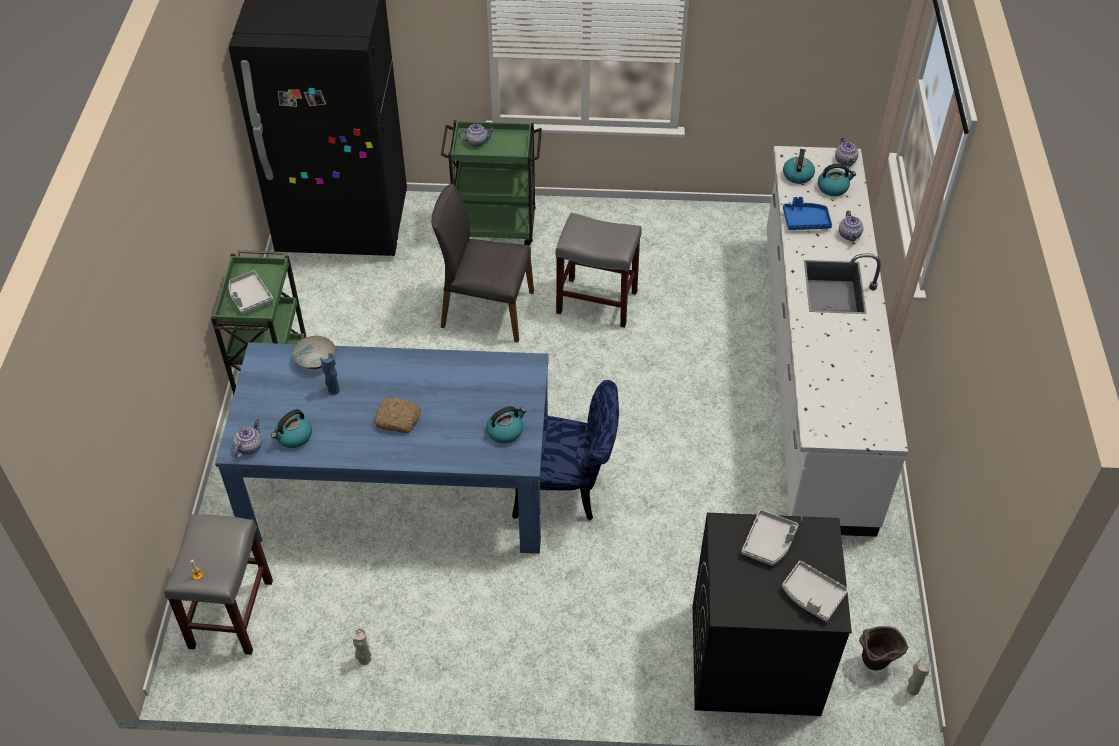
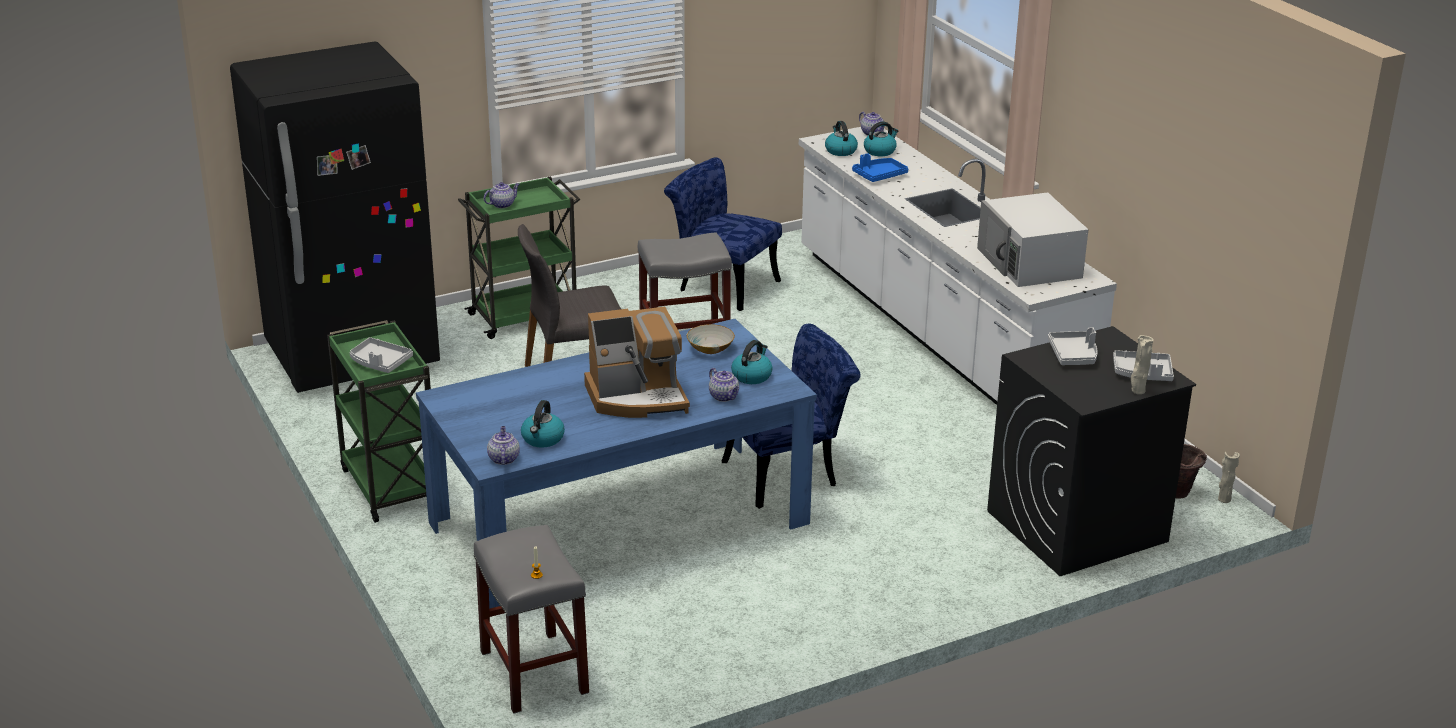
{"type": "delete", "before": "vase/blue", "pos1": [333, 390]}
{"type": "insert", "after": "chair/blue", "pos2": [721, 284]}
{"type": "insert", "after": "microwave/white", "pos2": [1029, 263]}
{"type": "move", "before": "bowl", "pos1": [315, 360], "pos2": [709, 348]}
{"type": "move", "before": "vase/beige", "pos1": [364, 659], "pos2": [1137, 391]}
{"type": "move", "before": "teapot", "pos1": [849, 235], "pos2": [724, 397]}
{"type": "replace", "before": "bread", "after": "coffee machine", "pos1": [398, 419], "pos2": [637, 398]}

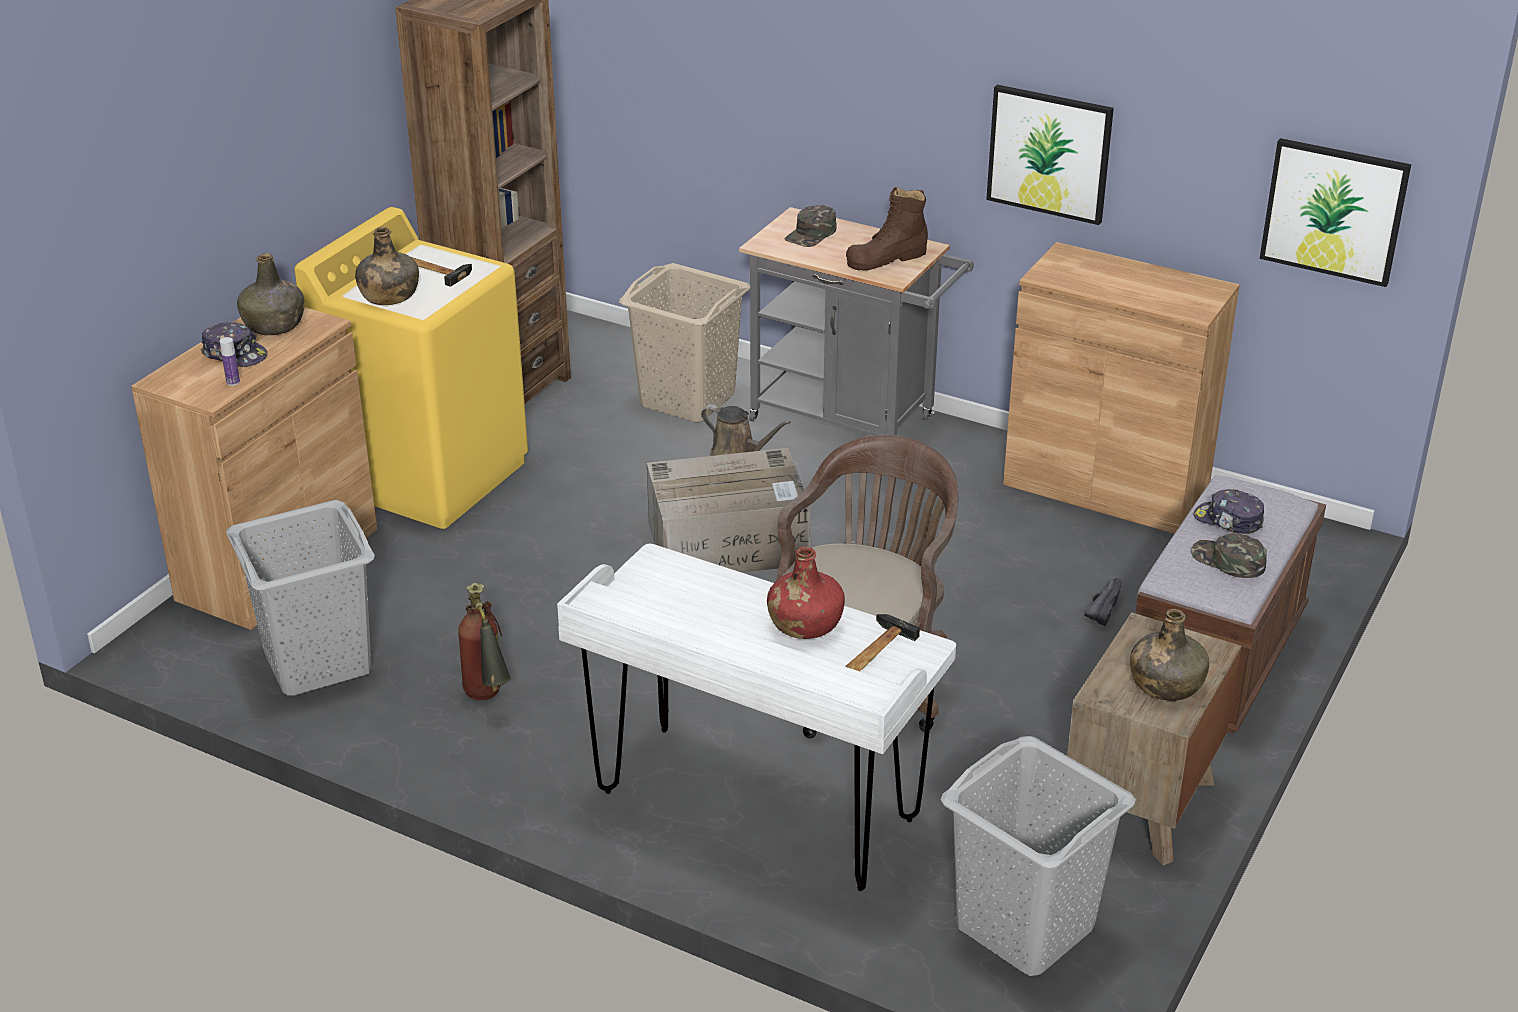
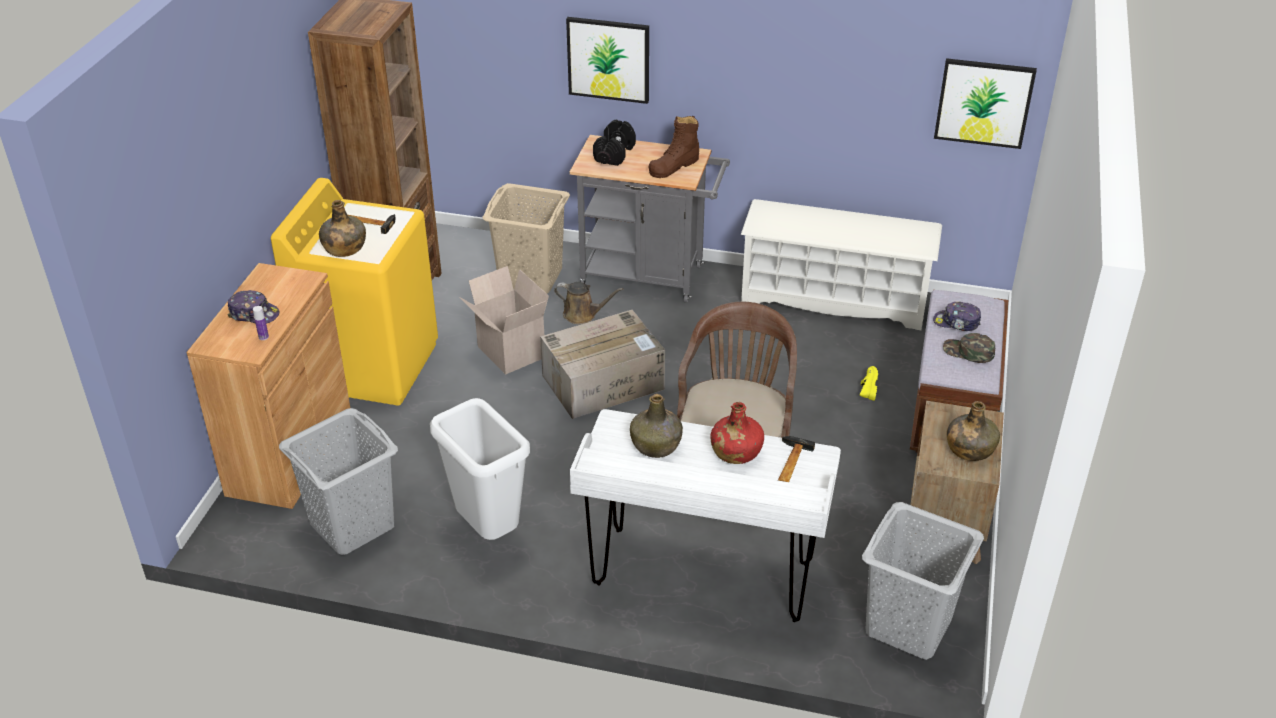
{"type": "insert", "after": "cardboard box", "pos2": [509, 352]}
{"type": "move", "before": "bottle/green", "pos1": [274, 325], "pos2": [656, 445]}
{"type": "move", "before": "picture", "pos1": [1049, 153], "pos2": [608, 59]}
{"type": "replace", "before": "fire extinguisher", "after": "trash can/white", "pos1": [488, 700], "pos2": [487, 531]}
{"type": "replace", "before": "cap/green", "after": "dumbbell/black", "pos1": [811, 234], "pos2": [614, 154]}
{"type": "replace", "before": "cabinet/brown", "after": "shoe rack/white", "pos1": [1106, 487], "pos2": [834, 299]}
{"type": "recolor", "before": "shoe/black", "after": "shoe/yellow", "pos1": [1101, 609], "pos2": [866, 388]}

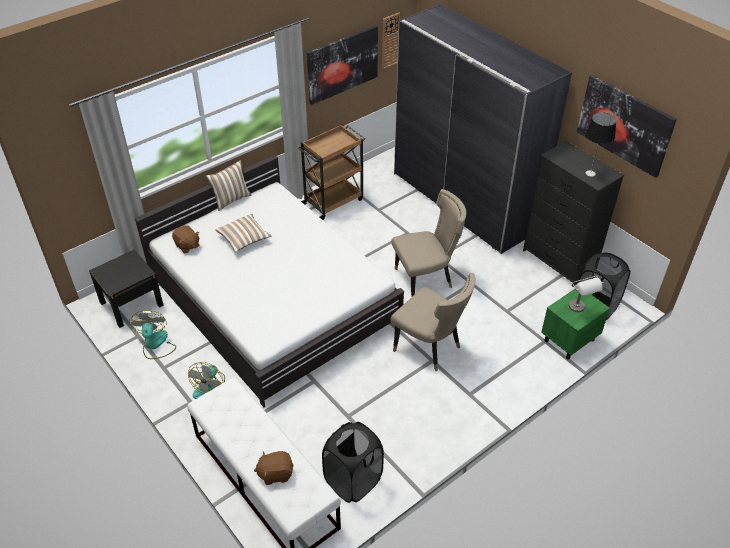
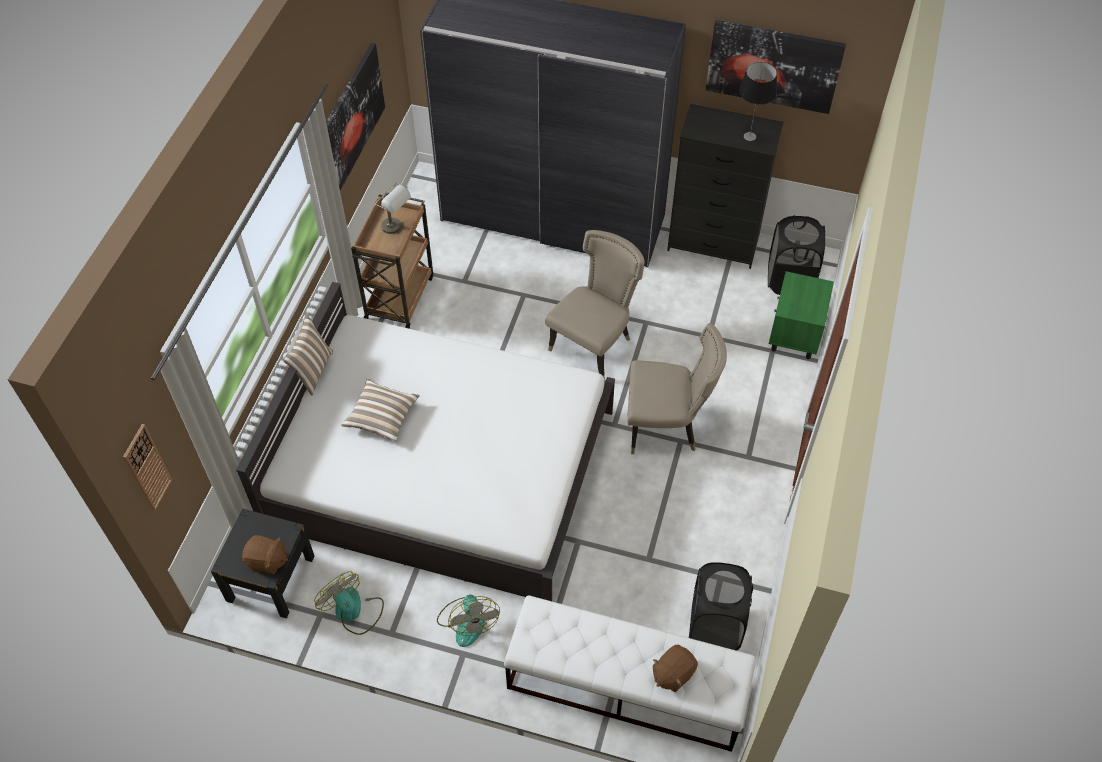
{"type": "move", "before": "plush toy/brown", "pos1": [187, 246], "pos2": [267, 561]}
{"type": "move", "before": "wall clock", "pos1": [390, 41], "pos2": [147, 468]}
{"type": "move", "before": "table lamp/grey", "pos1": [580, 310], "pos2": [397, 229]}

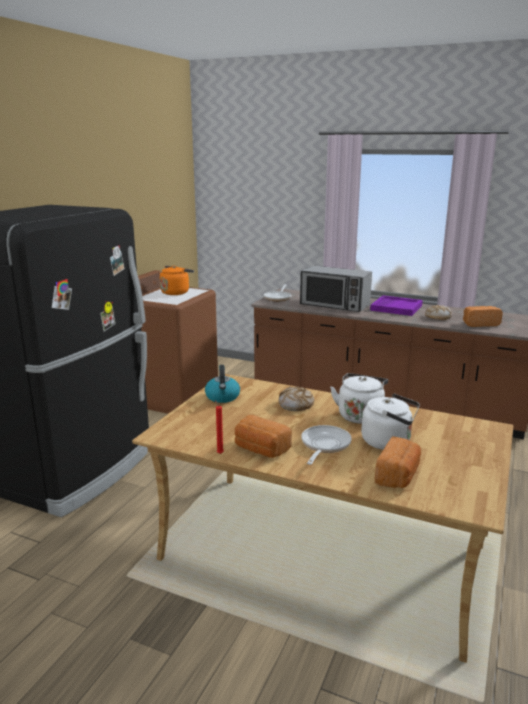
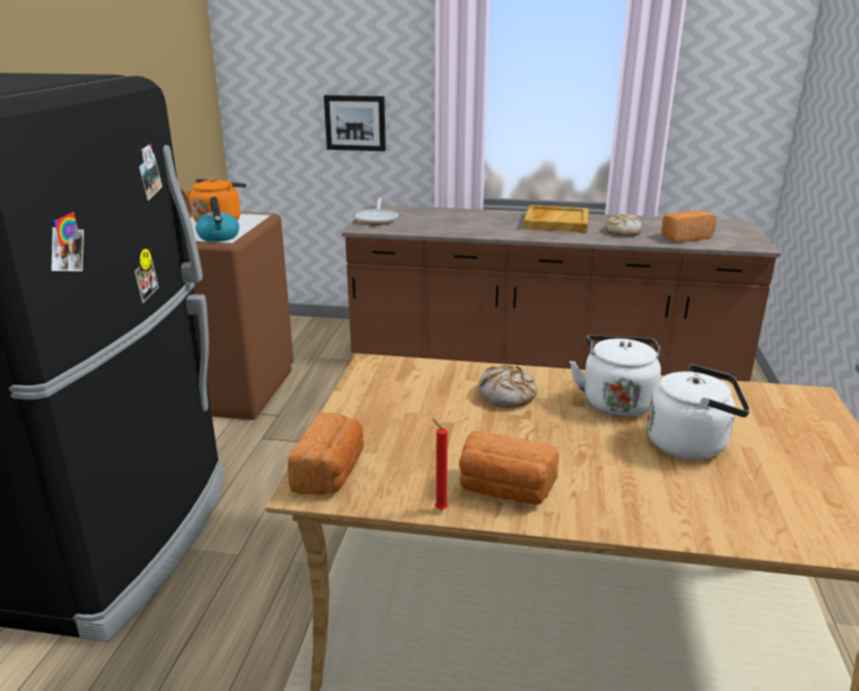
{"type": "delete", "before": "microwave", "pos1": [334, 305]}
{"type": "delete", "before": "frying pan", "pos1": [324, 445]}
{"type": "insert", "after": "picture", "pos2": [355, 123]}
{"type": "move", "before": "kettle", "pos1": [223, 397], "pos2": [219, 237]}
{"type": "move", "before": "bread", "pos1": [398, 476], "pos2": [331, 473]}
{"type": "recolor", "before": "tray/purple", "after": "tray/beige", "pos1": [396, 307], "pos2": [556, 222]}

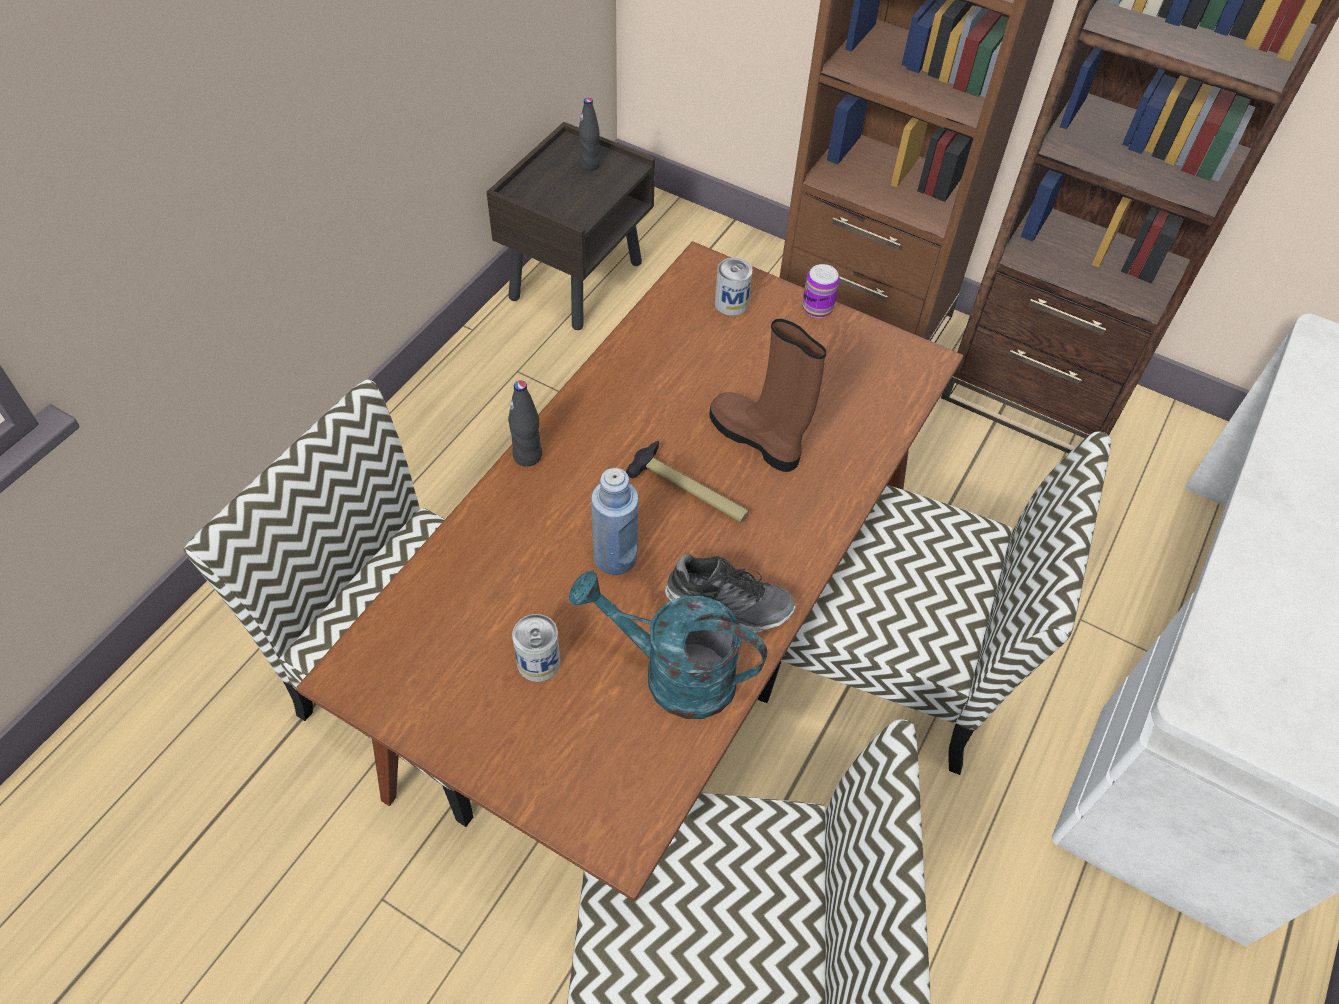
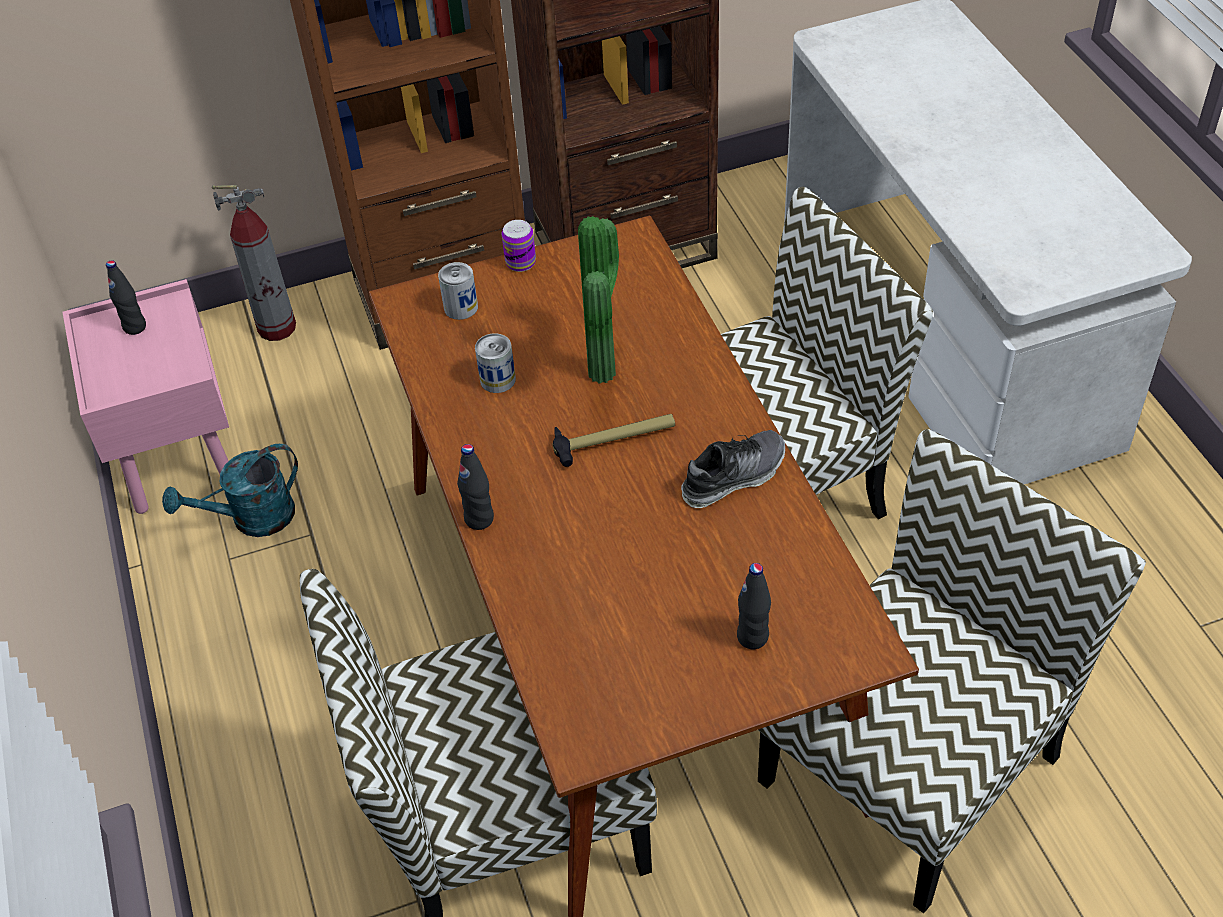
{"type": "delete", "before": "bottle/blue", "pos1": [615, 557]}
{"type": "insert", "after": "fire extinguisher", "pos2": [277, 327]}
{"type": "insert", "after": "bottle/black", "pos2": [752, 637]}
{"type": "move", "before": "can", "pos1": [538, 662], "pos2": [498, 380]}
{"type": "move", "before": "watering can/turquoise", "pos1": [673, 674], "pos2": [252, 519]}
{"type": "replace", "before": "boot/brown", "after": "potted plant", "pos1": [757, 439], "pos2": [607, 373]}
{"type": "recolor", "before": "nightstand/brown", "after": "nightstand/pink", "pos1": [576, 279], "pos2": [175, 451]}

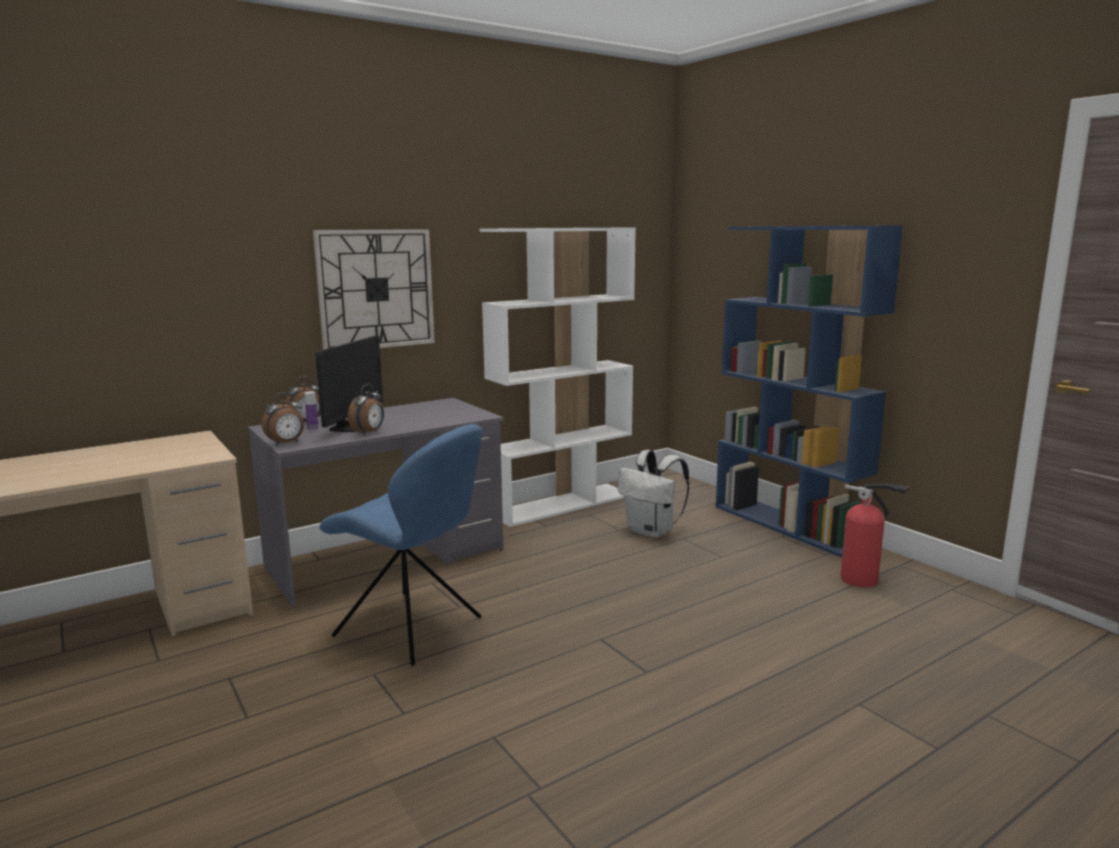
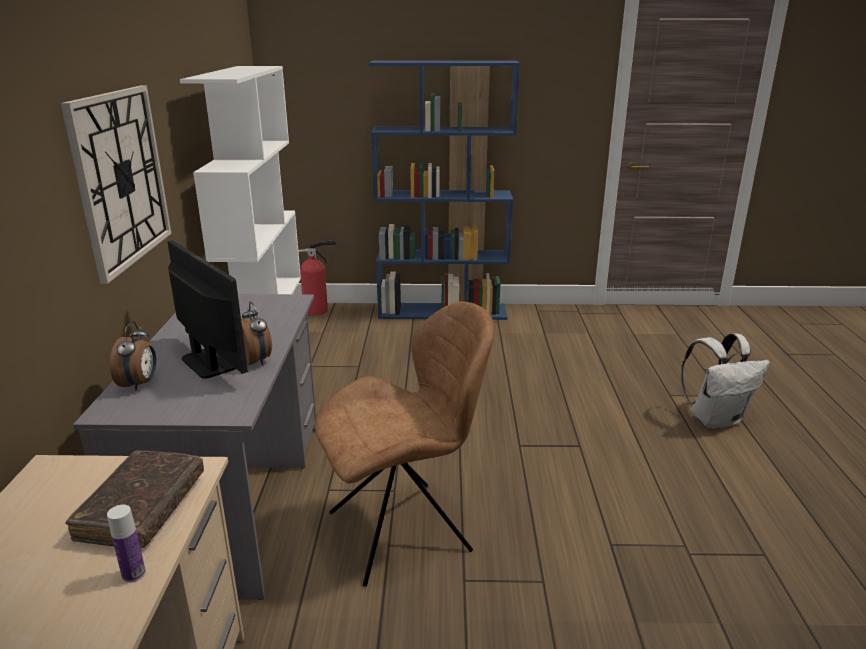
{"type": "delete", "before": "alarm clock", "pos1": [286, 443]}
{"type": "insert", "after": "book/brown", "pos2": [142, 508]}
{"type": "move", "before": "bottle", "pos1": [313, 429], "pos2": [134, 574]}
{"type": "move", "before": "backpack/white", "pos1": [652, 531], "pos2": [715, 419]}
{"type": "move", "before": "fire extinguisher", "pos1": [863, 580], "pos2": [318, 310]}
{"type": "recolor", "before": "chair/blue", "after": "chair/brown", "pos1": [412, 628], "pos2": [404, 530]}

